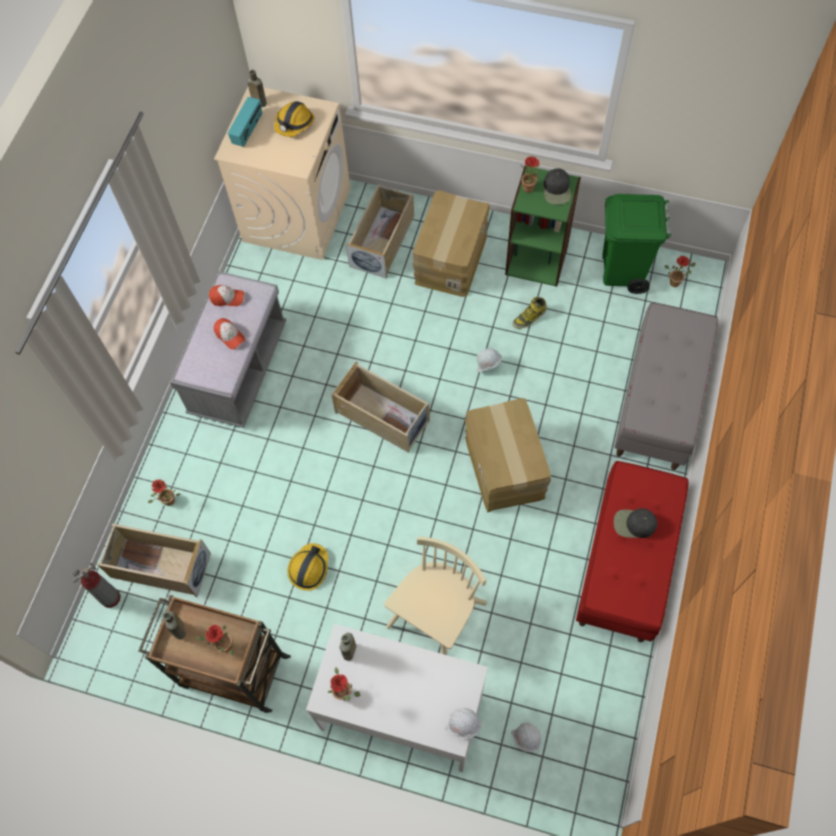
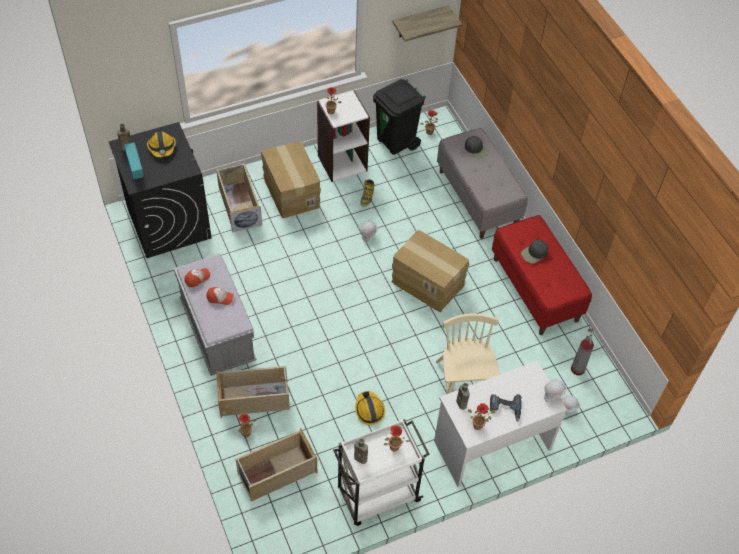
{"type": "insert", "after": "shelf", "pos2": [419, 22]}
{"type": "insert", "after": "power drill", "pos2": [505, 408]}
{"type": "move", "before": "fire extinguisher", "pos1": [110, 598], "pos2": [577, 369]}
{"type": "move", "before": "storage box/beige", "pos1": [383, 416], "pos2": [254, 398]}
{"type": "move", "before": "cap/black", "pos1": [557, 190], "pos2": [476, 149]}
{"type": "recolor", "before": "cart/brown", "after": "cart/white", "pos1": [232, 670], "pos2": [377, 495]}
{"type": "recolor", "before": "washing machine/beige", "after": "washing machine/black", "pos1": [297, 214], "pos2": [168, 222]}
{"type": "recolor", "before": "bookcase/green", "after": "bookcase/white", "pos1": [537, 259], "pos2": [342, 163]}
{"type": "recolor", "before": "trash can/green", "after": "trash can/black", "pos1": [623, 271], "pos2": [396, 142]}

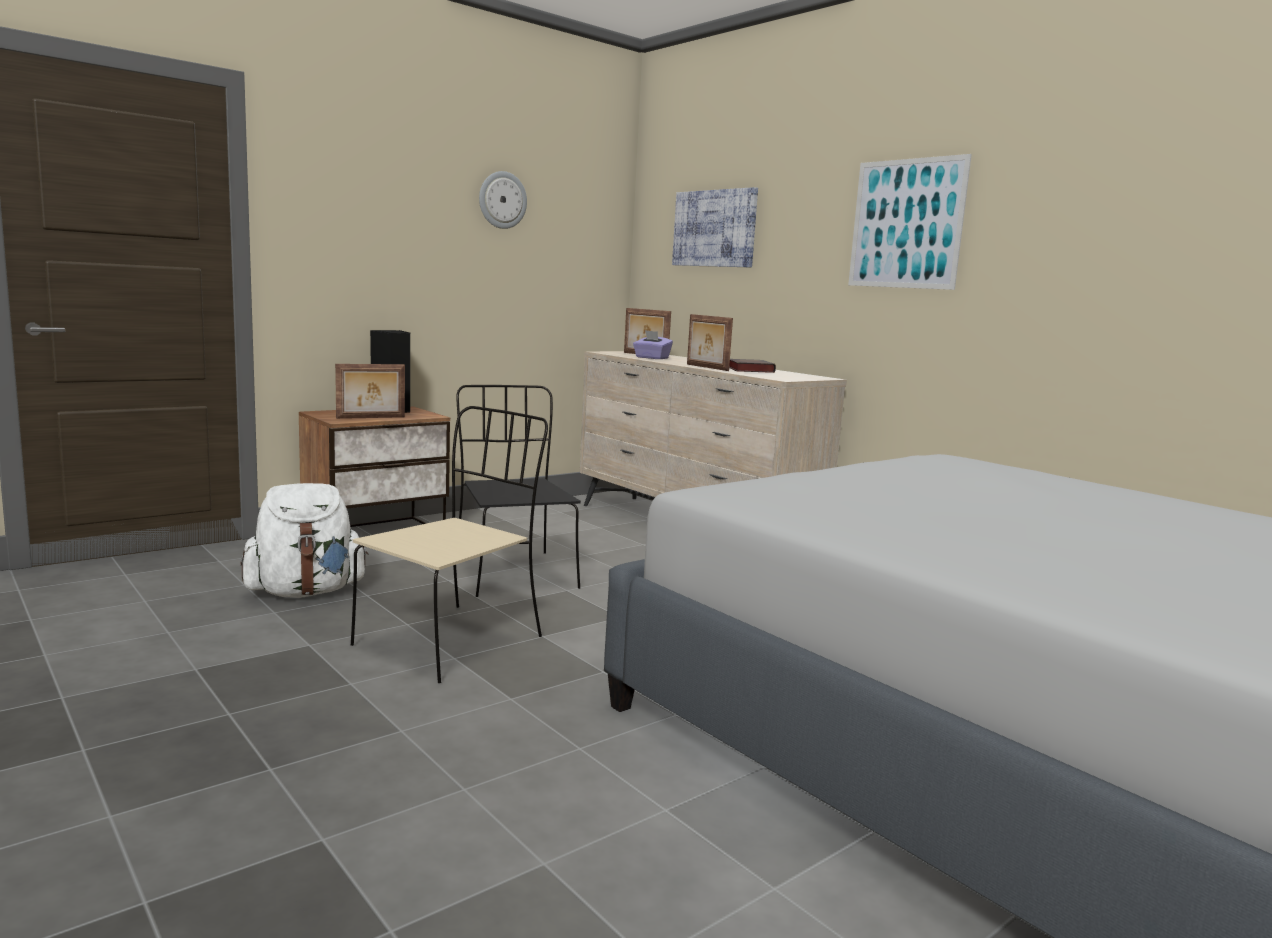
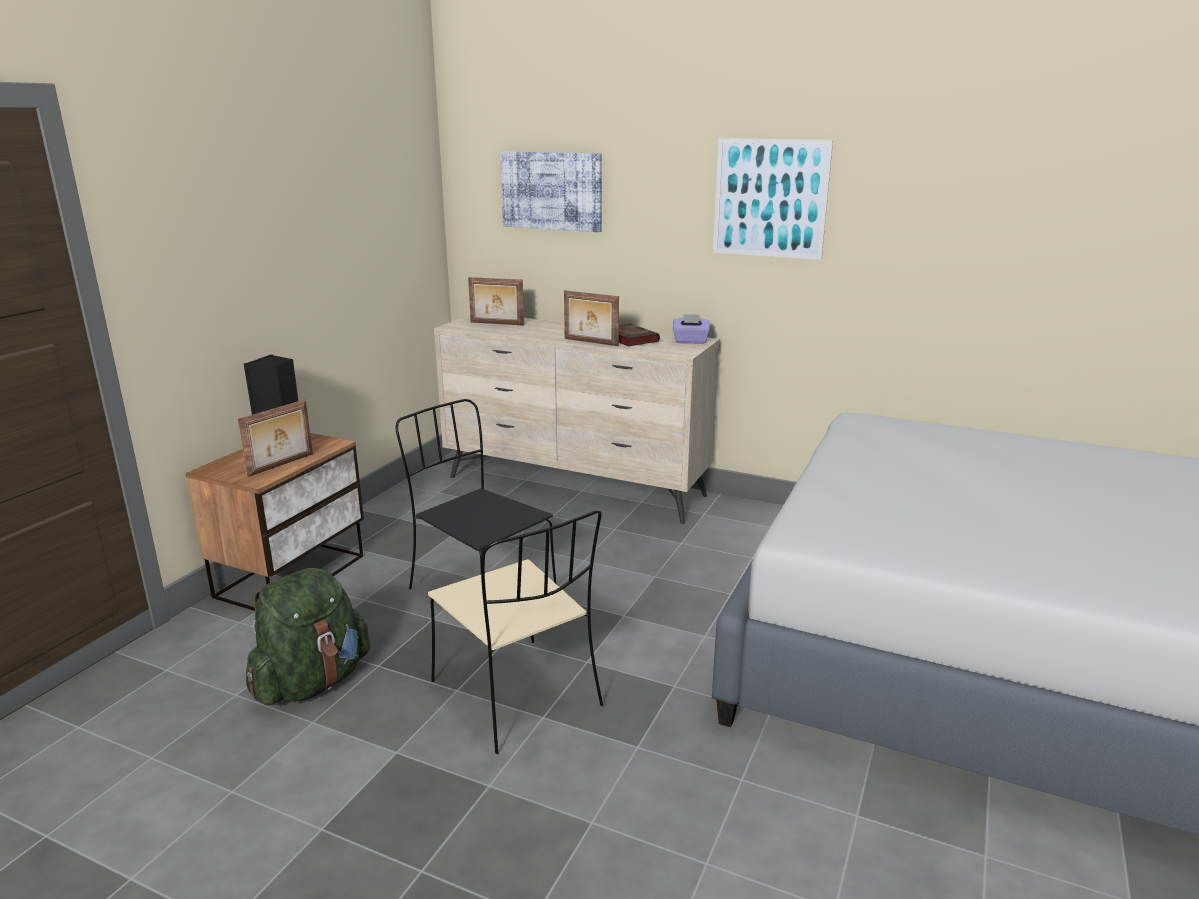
{"type": "delete", "before": "wall clock", "pos1": [502, 200]}
{"type": "move", "before": "tissue box/purple", "pos1": [651, 358], "pos2": [690, 341]}
{"type": "recolor", "before": "backpack/white", "after": "backpack/green", "pos1": [305, 592], "pos2": [312, 682]}
{"type": "rotate", "before": "chair/beige", "pos1": [452, 640], "pos2": [518, 696], "turn": 135}

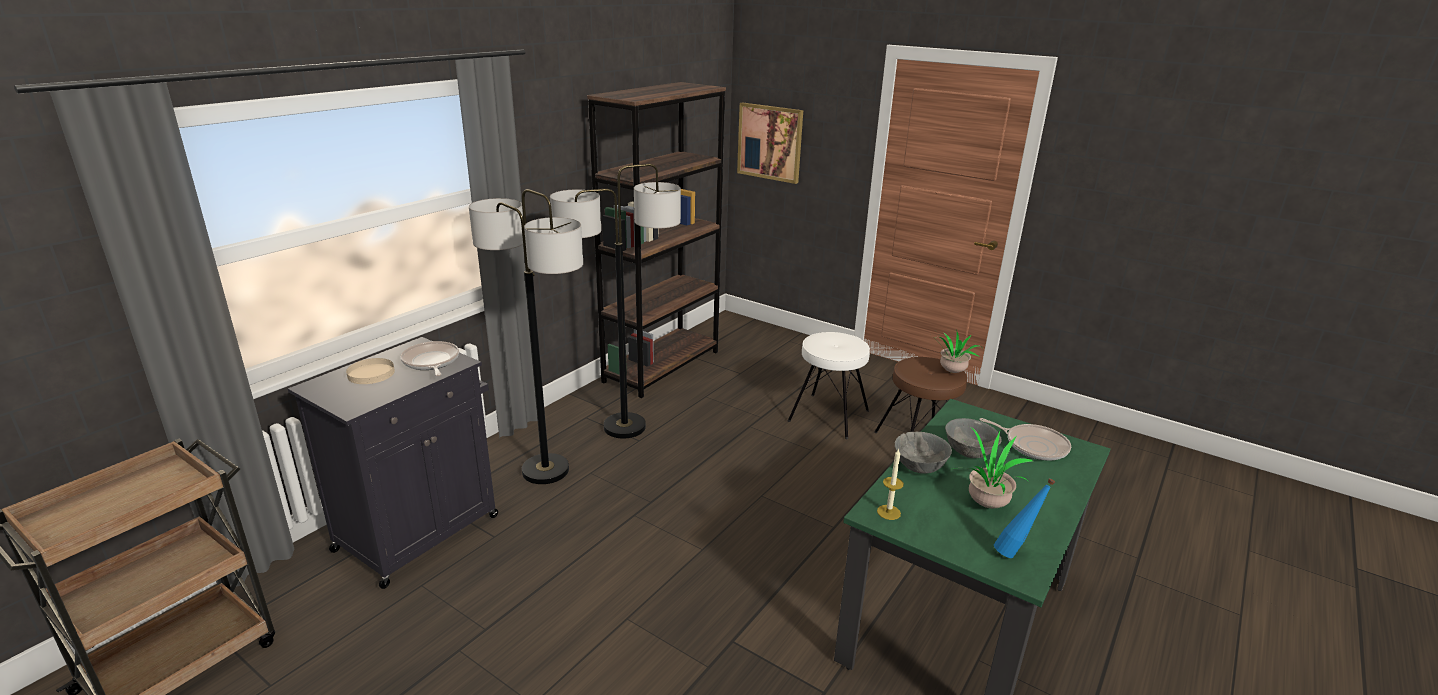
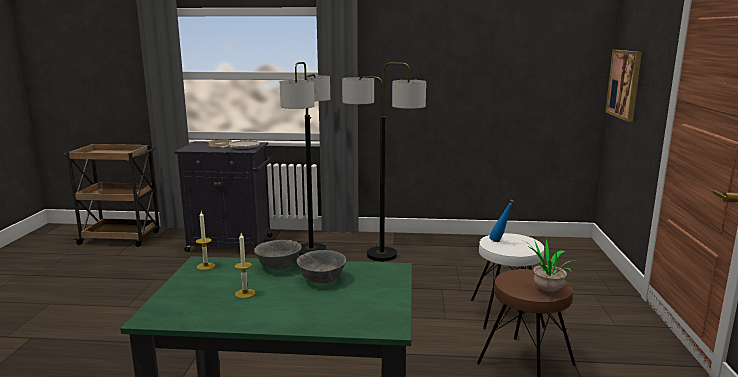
{"type": "delete", "before": "bookcase/brown", "pos1": [662, 366]}
{"type": "delete", "before": "frying pan", "pos1": [1033, 445]}
{"type": "move", "before": "bottle/blue", "pos1": [1015, 552], "pos2": [500, 242]}
{"type": "replace", "before": "potted plant", "after": "candle", "pos1": [984, 503], "pos2": [245, 293]}

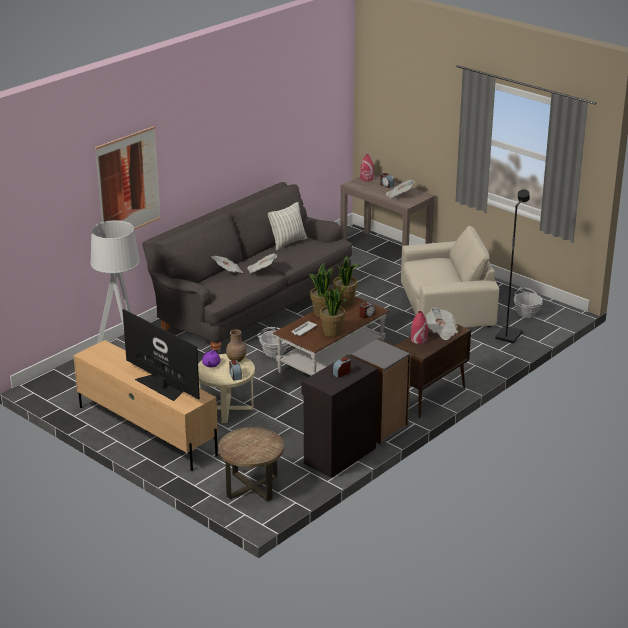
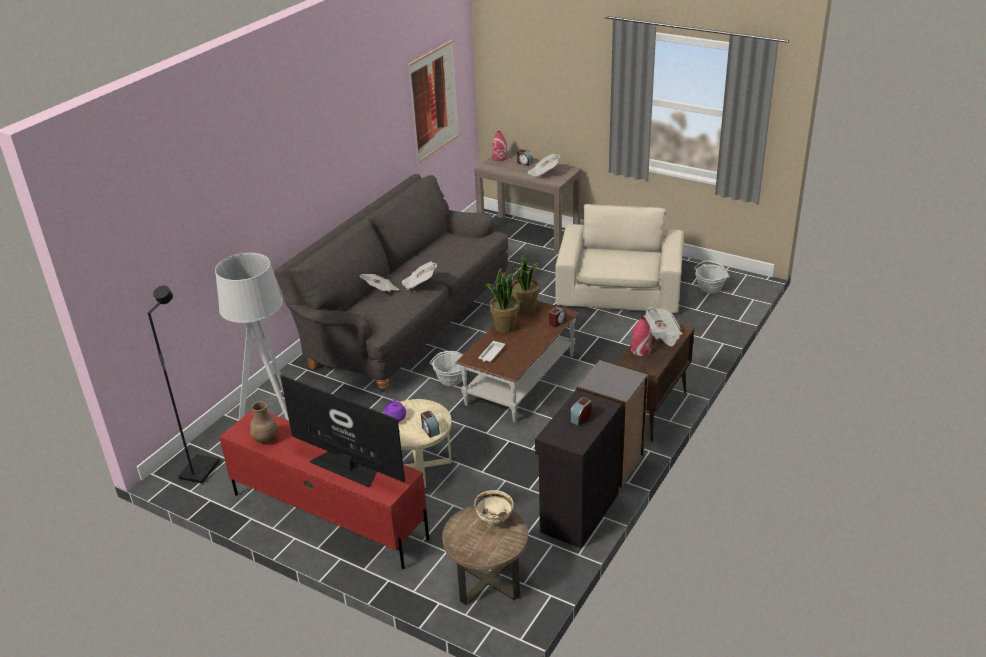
{"type": "delete", "before": "pillow", "pos1": [288, 242]}
{"type": "delete", "before": "potted plant", "pos1": [332, 333]}
{"type": "insert", "after": "bowl/beige", "pos2": [494, 519]}
{"type": "move", "before": "picture", "pos1": [128, 183], "pos2": [434, 101]}
{"type": "move", "before": "vase/brown", "pos1": [236, 360], "pos2": [266, 439]}
{"type": "move", "before": "floor lamp/black", "pos1": [508, 335], "pos2": [199, 470]}
{"type": "recolor", "before": "tv stand/beige", "after": "tv stand/red", "pos1": [146, 430], "pos2": [328, 515]}
{"type": "rotate", "before": "armchair/beige", "pos1": [446, 304], "pos2": [619, 289], "turn": -60}

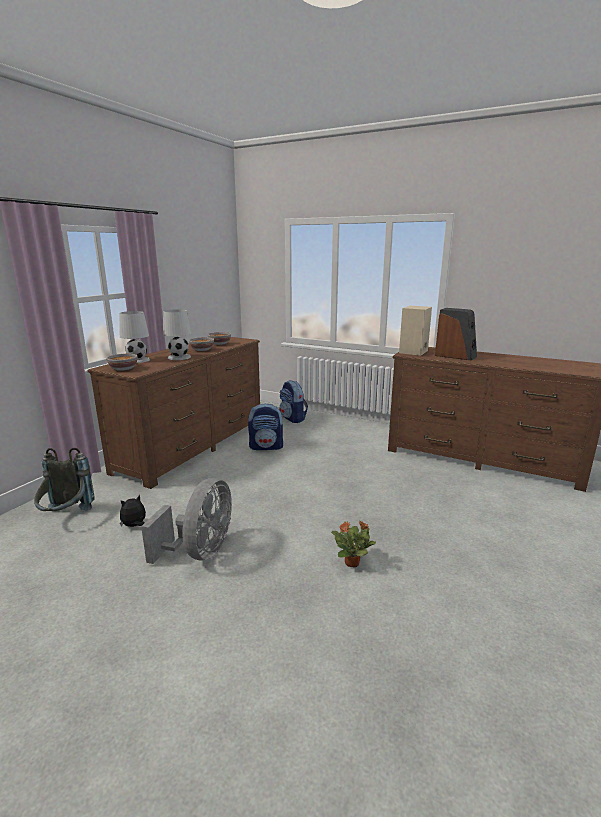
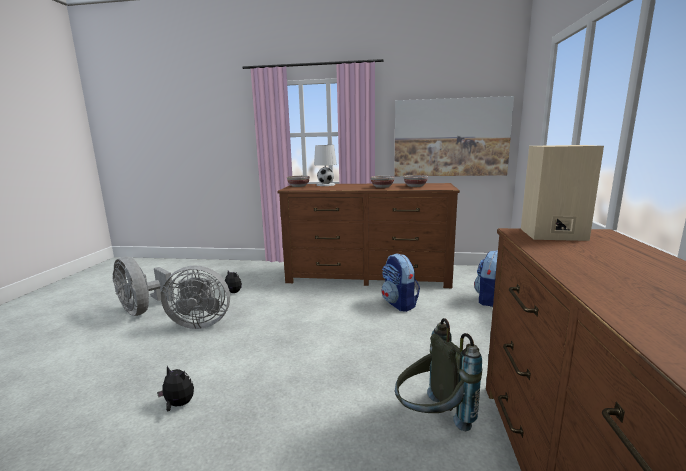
{"type": "delete", "before": "table lamp/white", "pos1": [179, 357]}
{"type": "delete", "before": "speaker", "pos1": [455, 356]}
{"type": "insert", "after": "fan/grey", "pos2": [143, 310]}
{"type": "insert", "after": "picture", "pos2": [450, 138]}
{"type": "move", "before": "backpack/grey", "pos1": [66, 517], "pos2": [432, 420]}
{"type": "replace", "before": "potted plant", "after": "plush toy", "pos1": [352, 563], "pos2": [178, 405]}

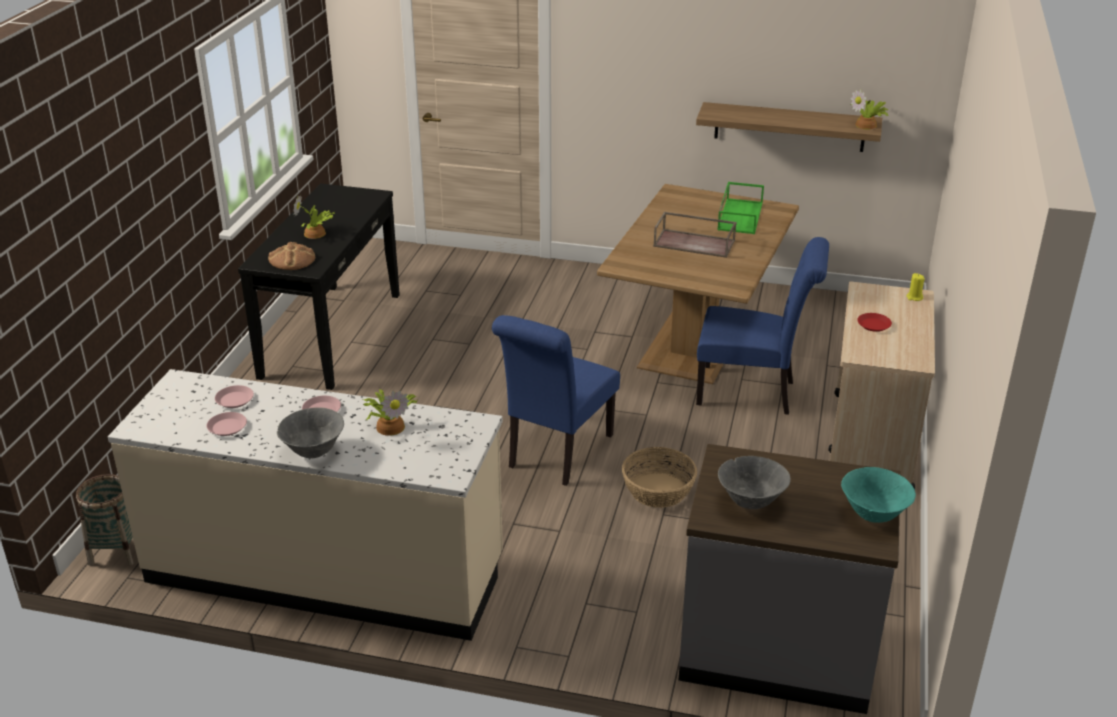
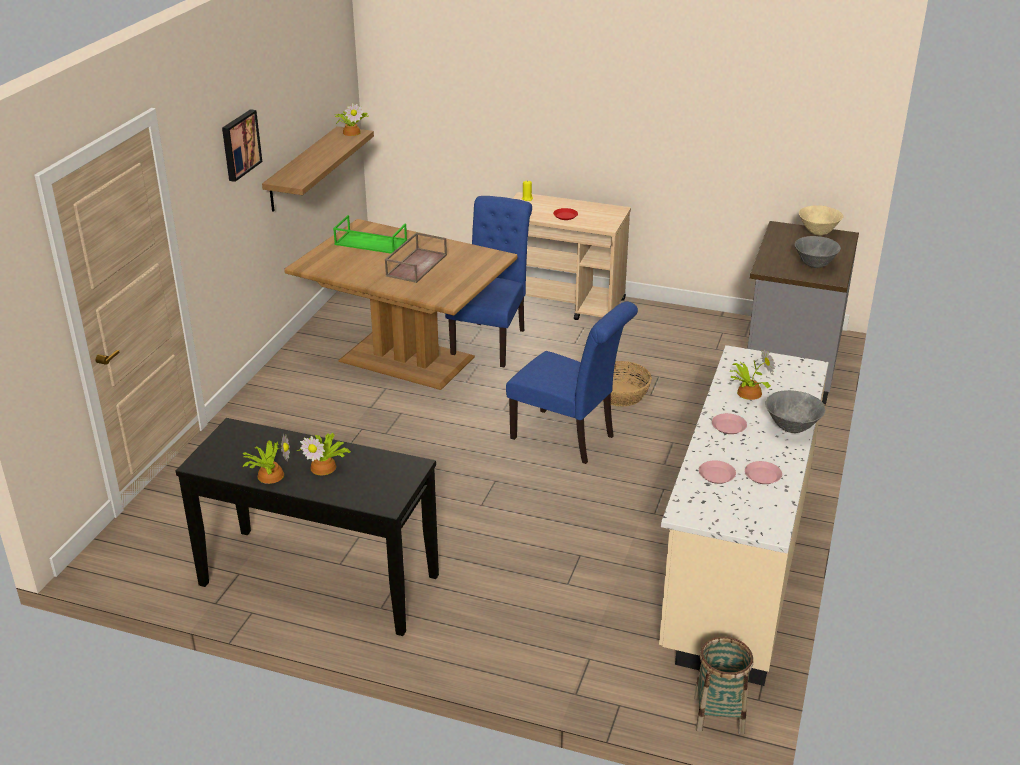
{"type": "delete", "before": "bread", "pos1": [292, 260]}
{"type": "insert", "after": "picture", "pos2": [239, 144]}
{"type": "insert", "after": "potted plant", "pos2": [269, 475]}
{"type": "recolor", "before": "bowl/turquoise", "after": "bowl/beige", "pos1": [874, 515], "pos2": [818, 233]}

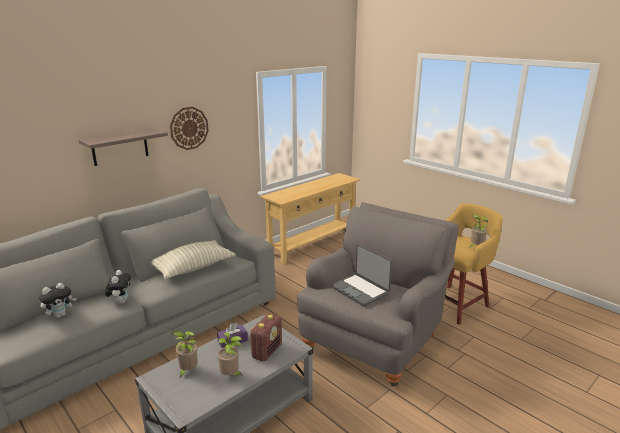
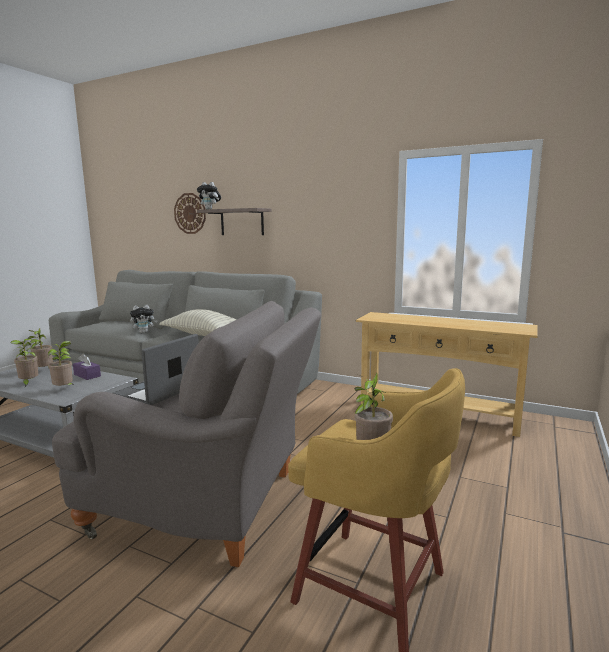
{"type": "move", "before": "plush toy", "pos1": [60, 315], "pos2": [210, 209]}
{"type": "move", "before": "wall clock", "pos1": [189, 128], "pos2": [190, 213]}
{"type": "replace", "before": "radio", "after": "potted plant", "pos1": [267, 351], "pos2": [65, 389]}

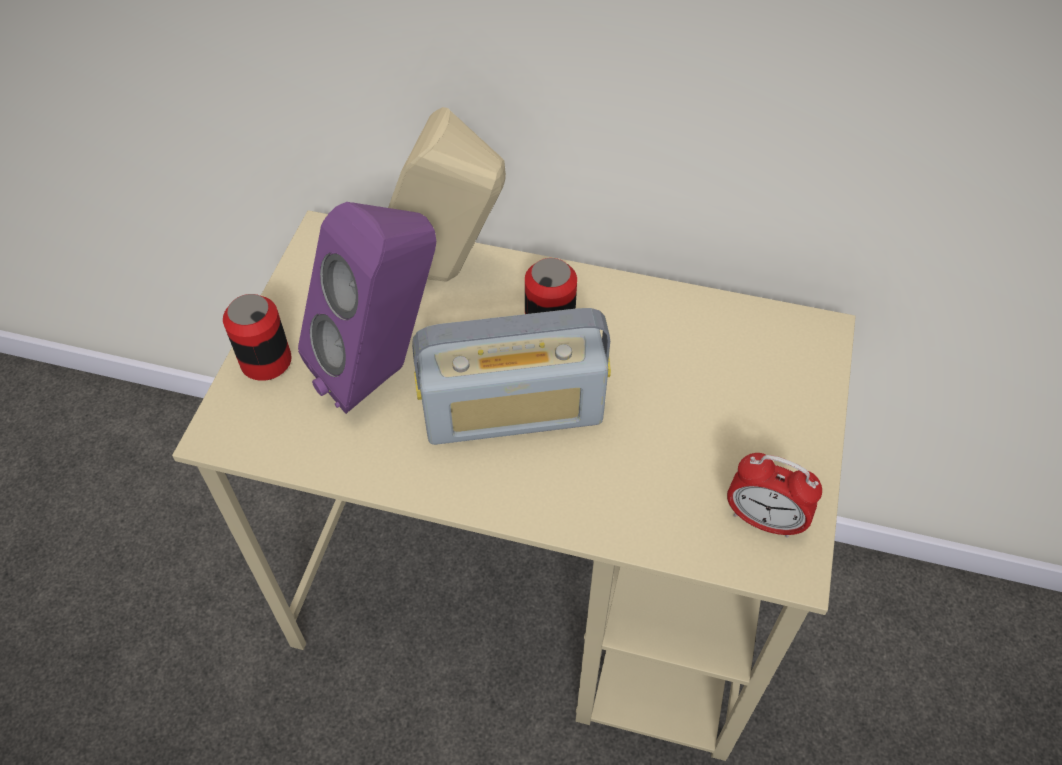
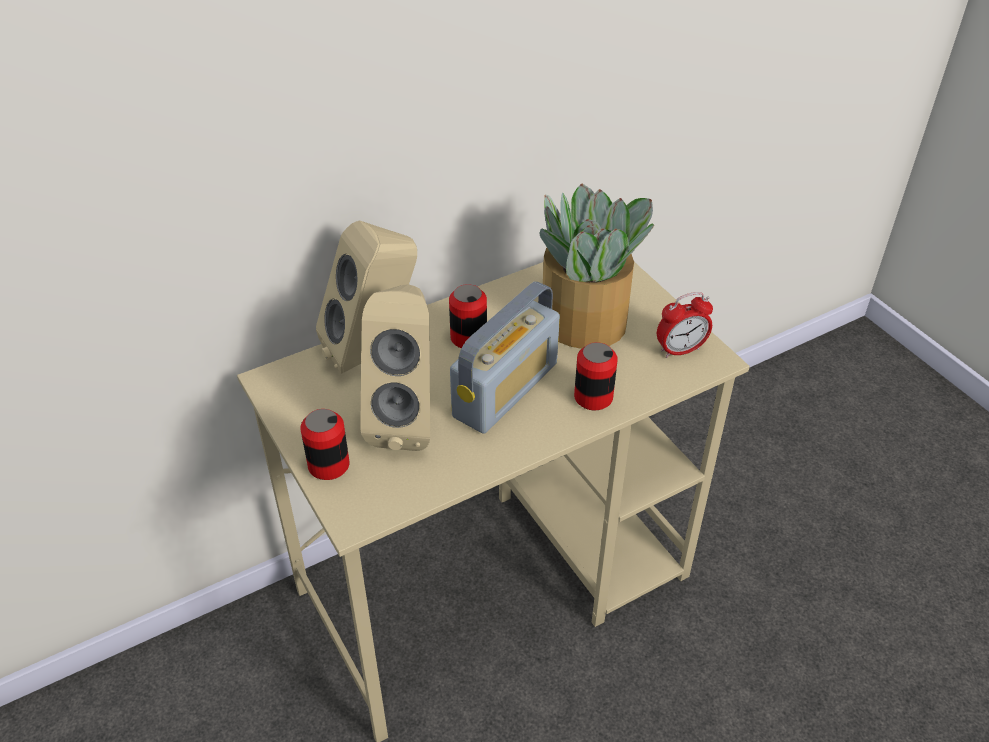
{"type": "insert", "after": "potted plant", "pos2": [585, 323]}
{"type": "insert", "after": "can", "pos2": [593, 397]}
{"type": "recolor", "before": "speaker/purple", "after": "speaker/beige", "pos1": [383, 369], "pos2": [406, 420]}

